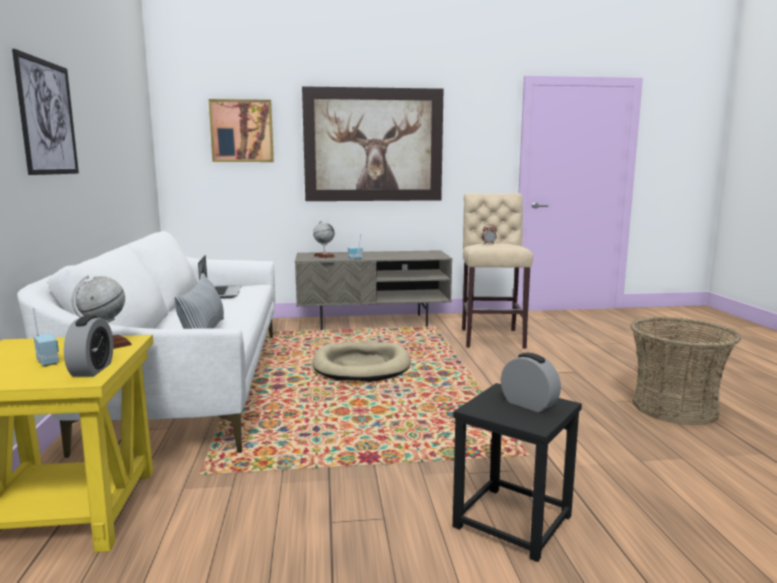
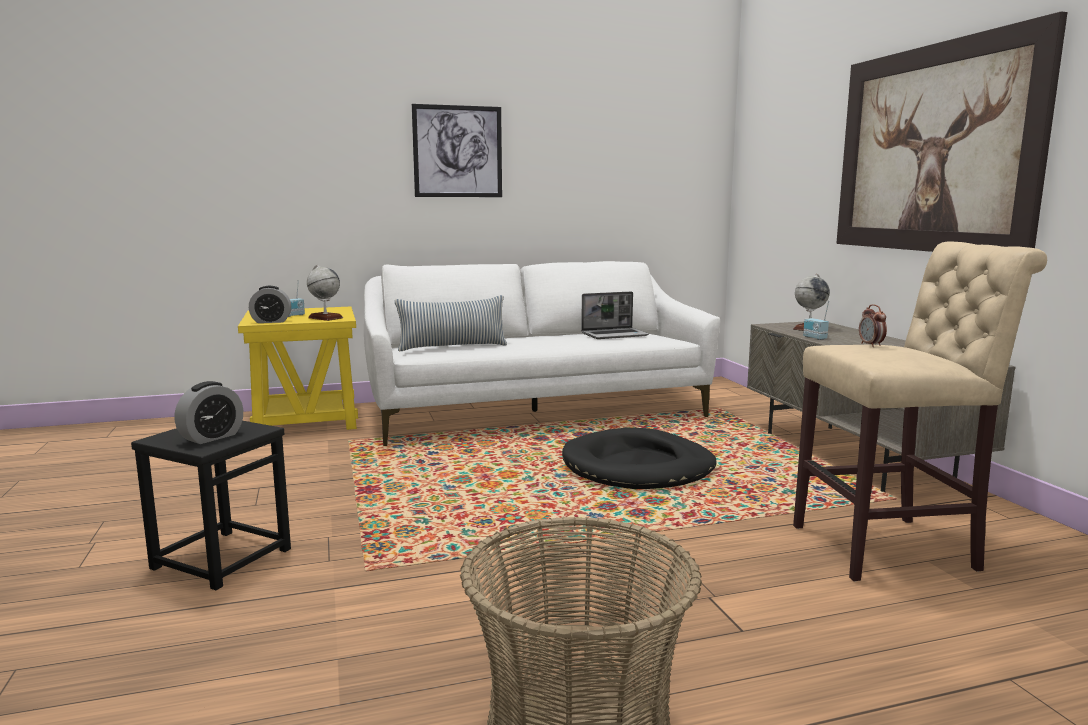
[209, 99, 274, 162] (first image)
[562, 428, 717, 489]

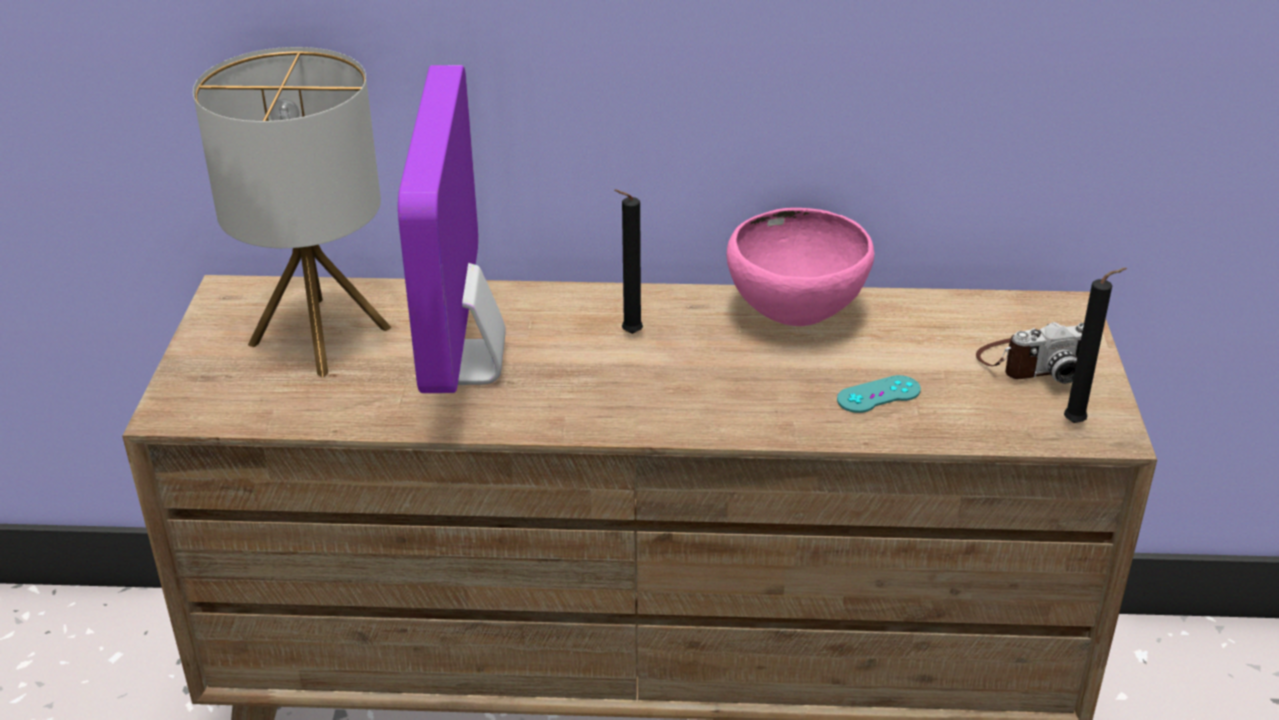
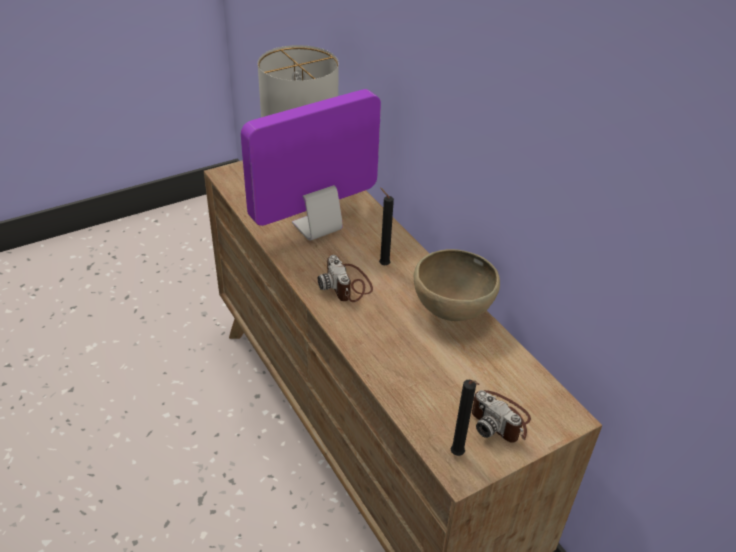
[414, 249, 500, 321]
[837, 375, 921, 413] (first image)
[318, 255, 373, 302]

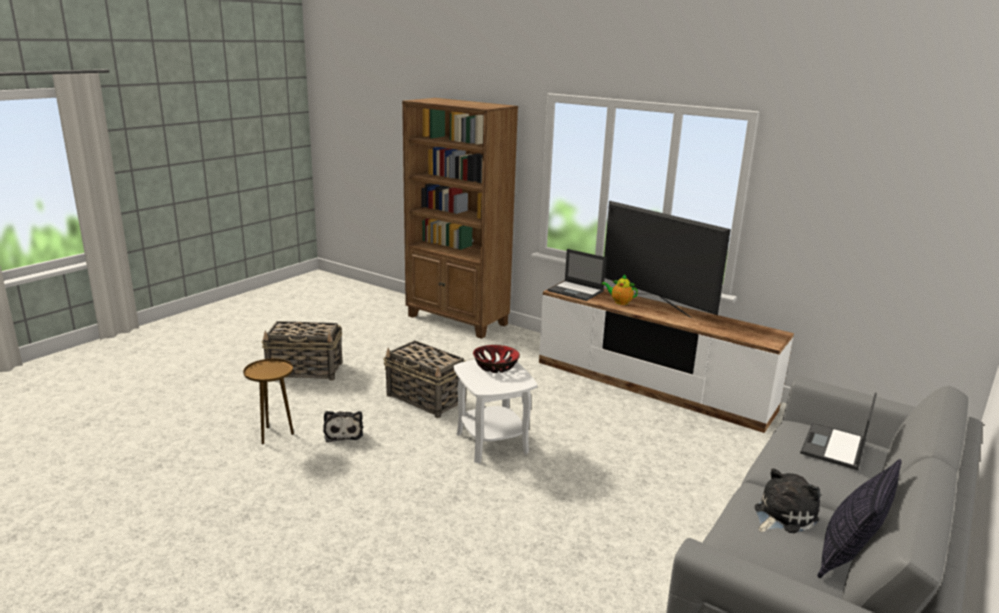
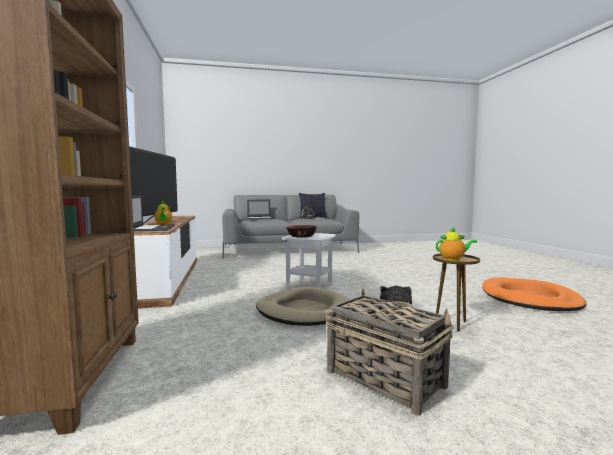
[256, 287, 350, 326]
[436, 227, 477, 261]
[482, 277, 586, 311]

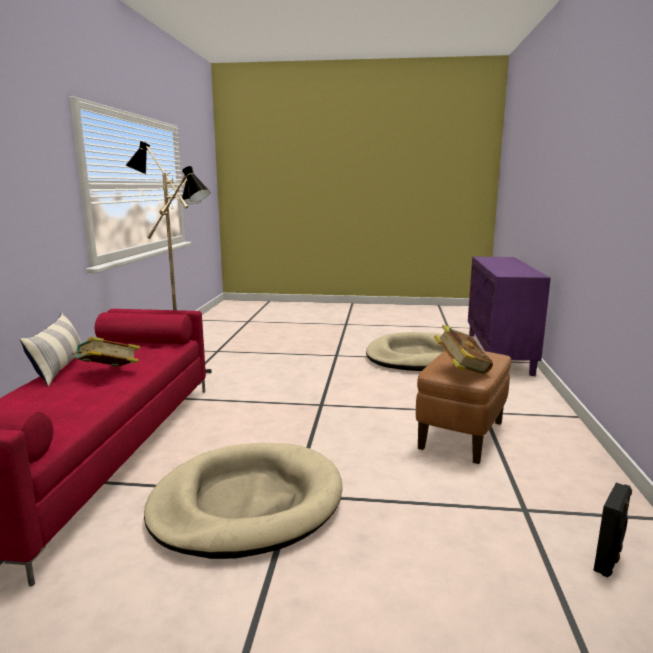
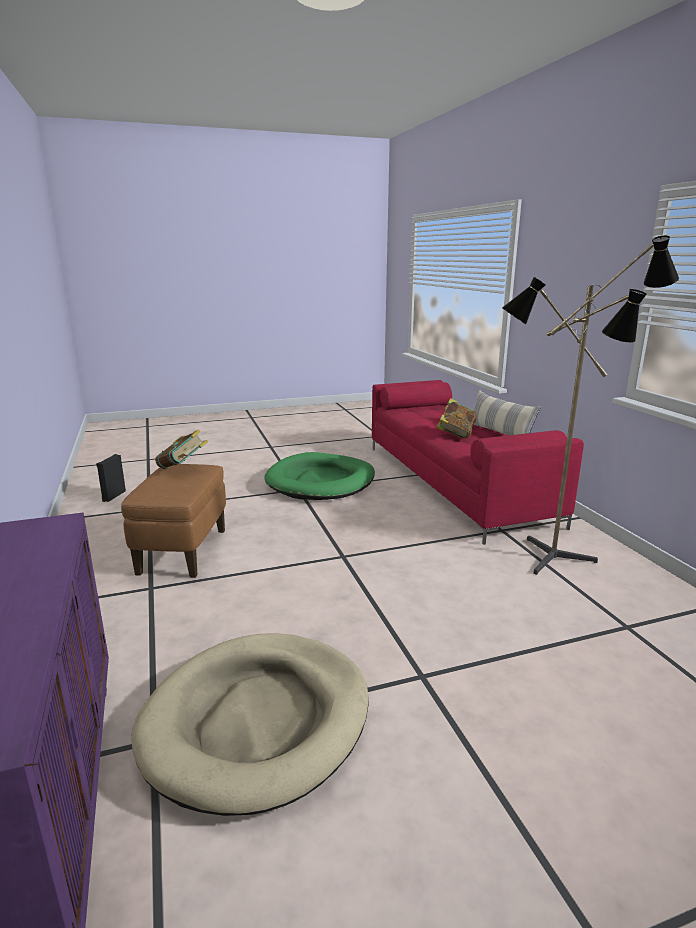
[265, 452, 375, 500]

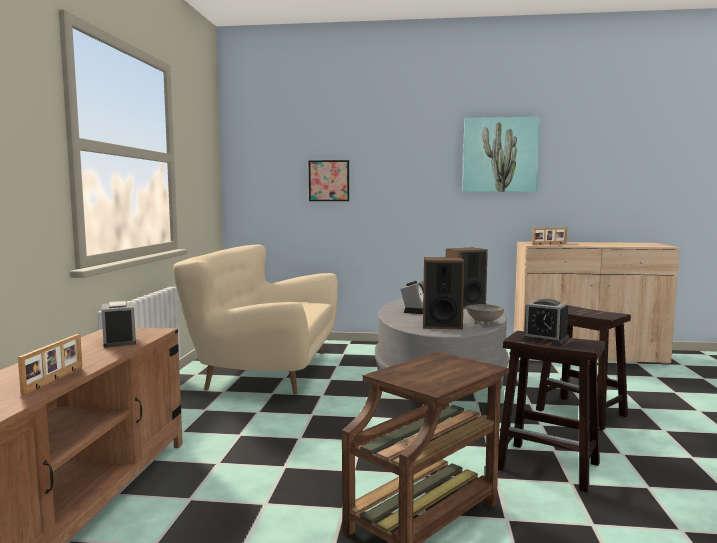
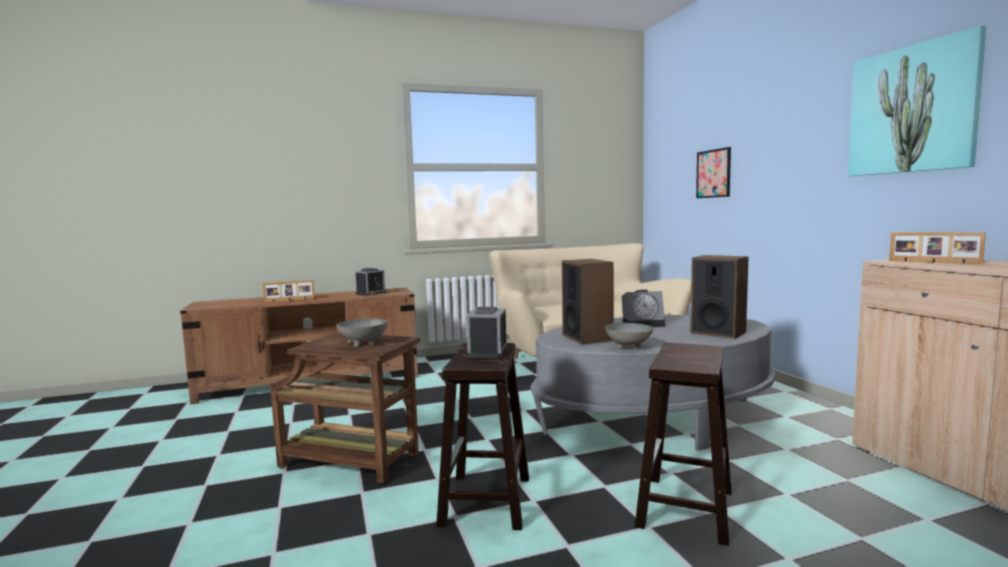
[336, 318, 388, 347]

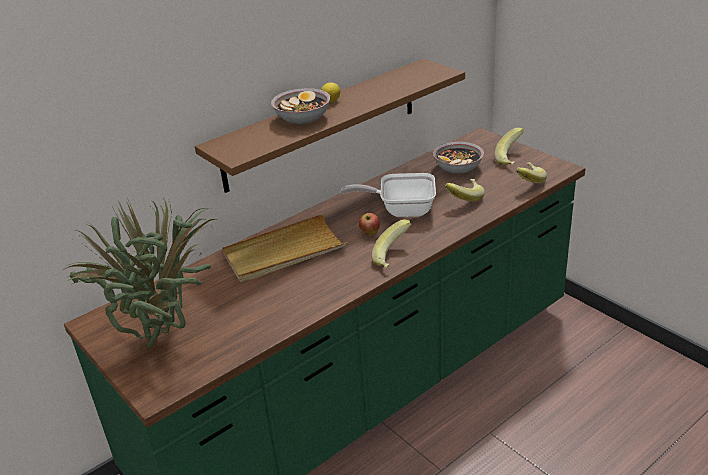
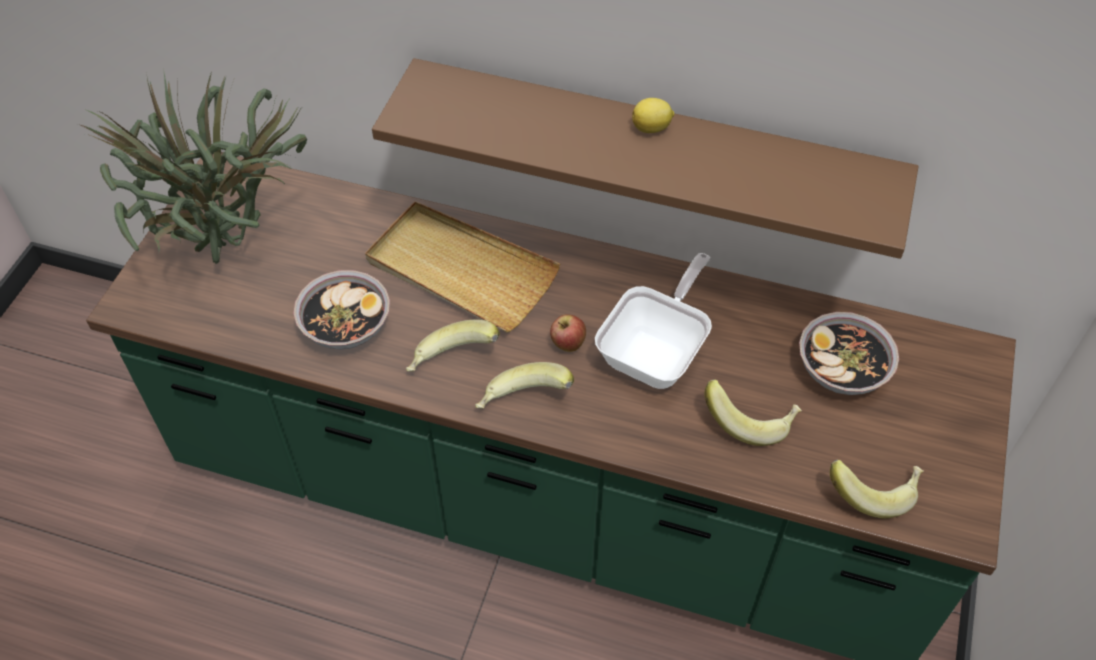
[293, 270, 390, 350]
[595, 253, 712, 389]
[406, 320, 500, 372]

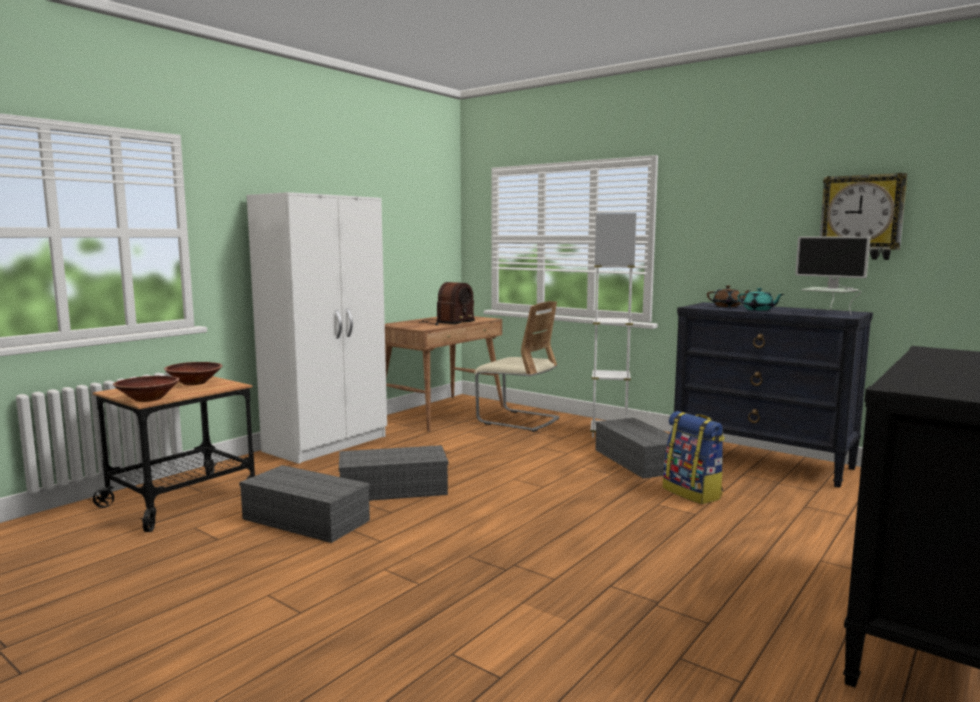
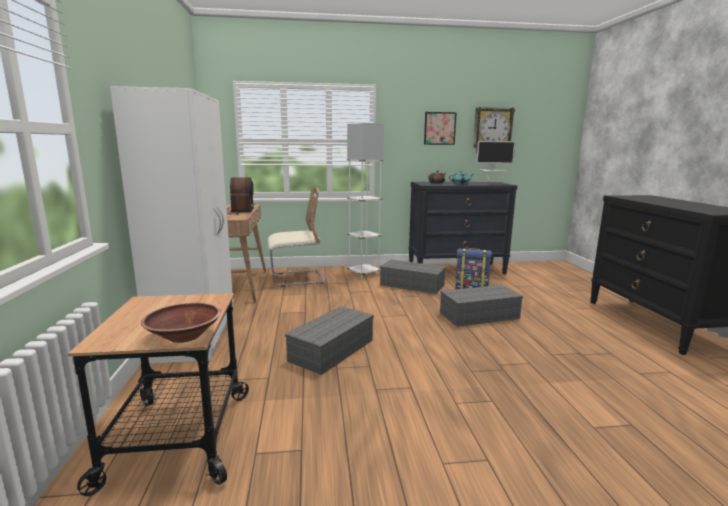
[164, 362, 223, 385] (first image)
[440, 285, 523, 327]
[424, 112, 457, 145]

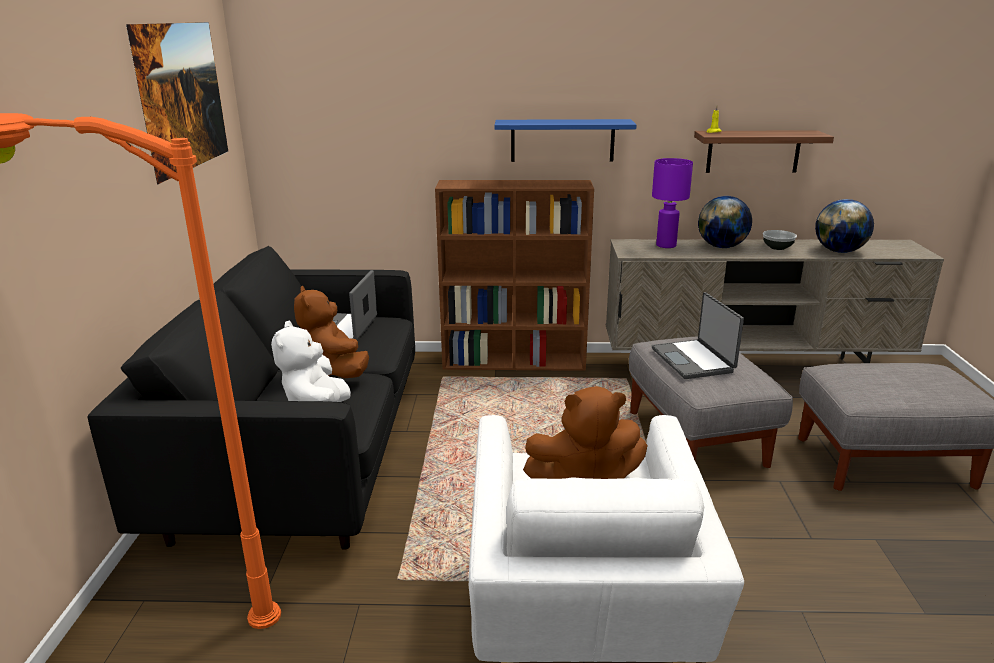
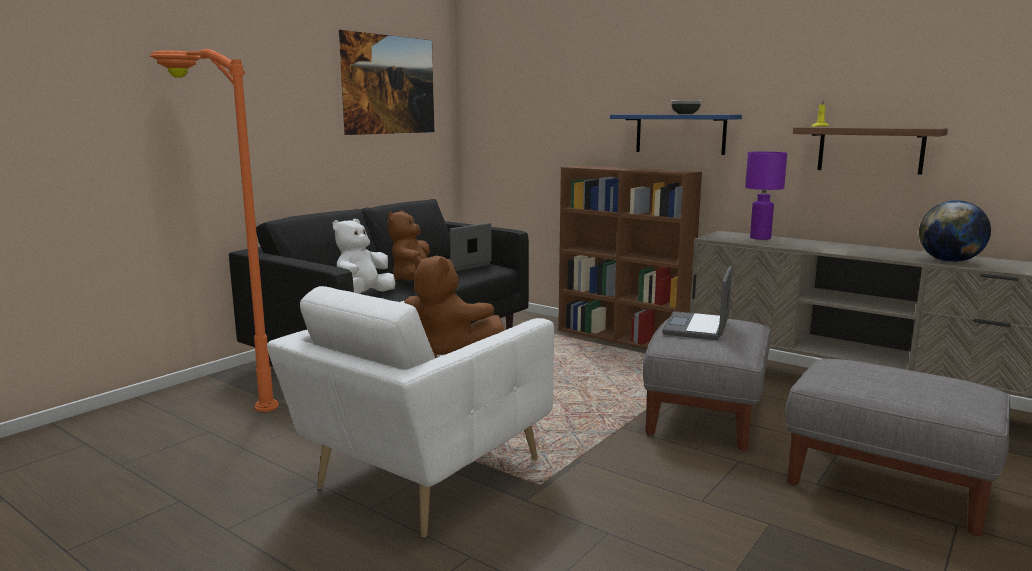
[698, 196, 752, 248] (first image)
[671, 100, 702, 114]

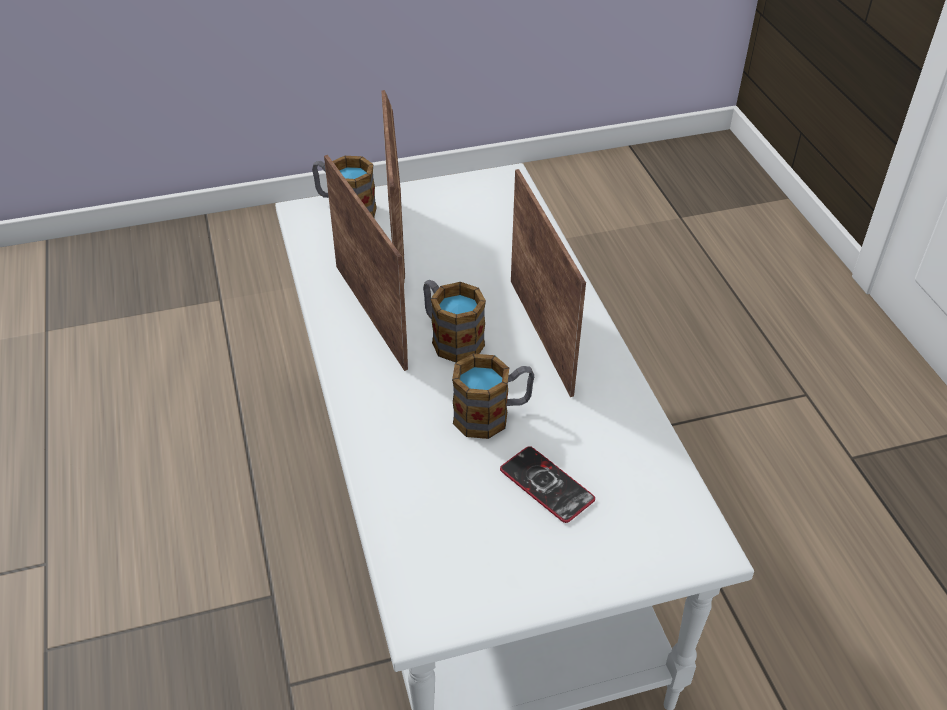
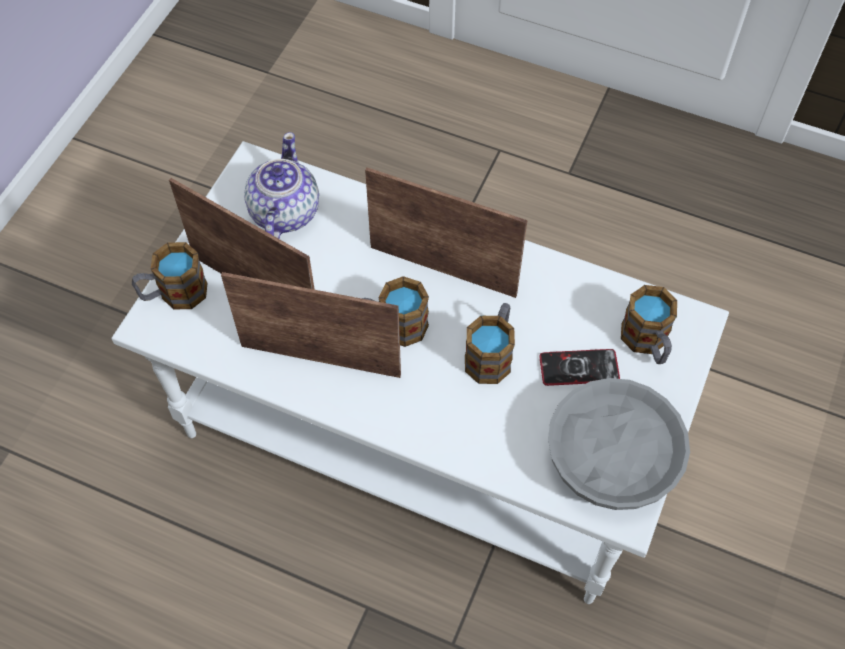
[244, 132, 319, 239]
[548, 378, 690, 510]
[621, 285, 677, 364]

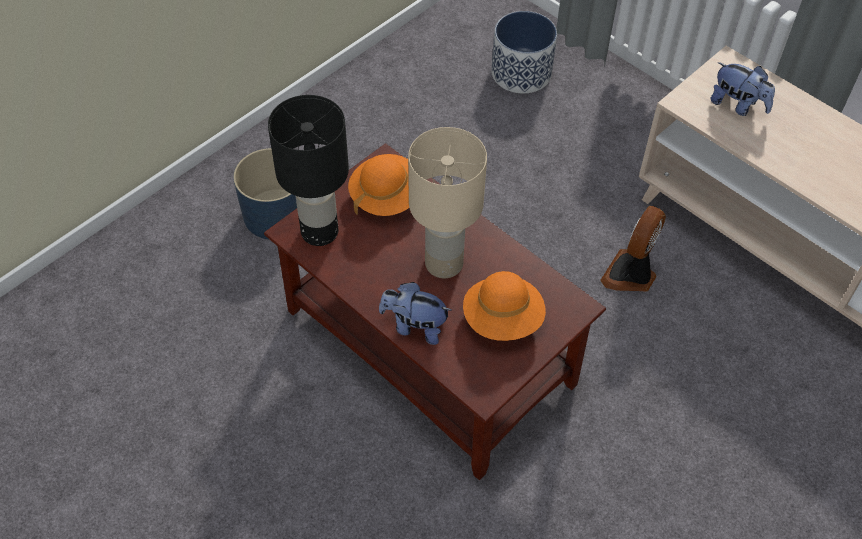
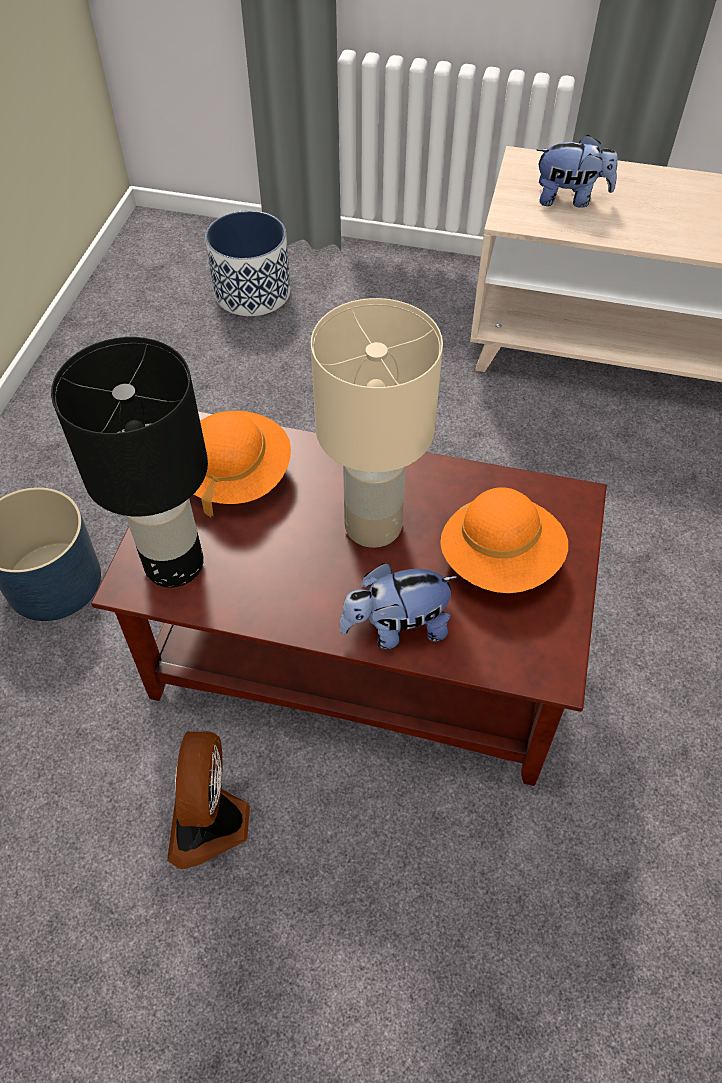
[167, 731, 250, 869]

